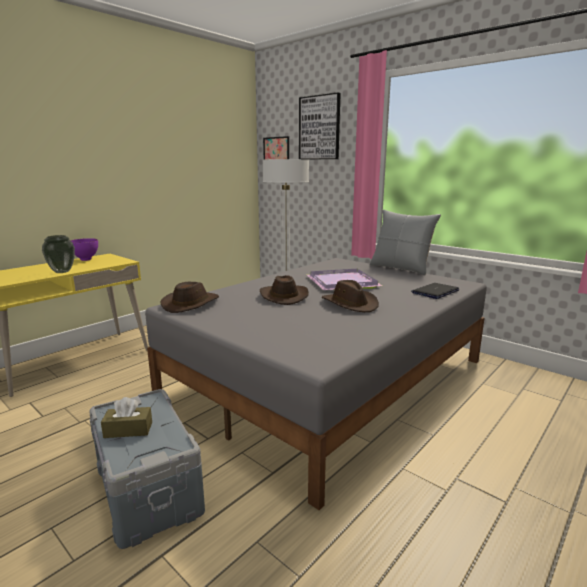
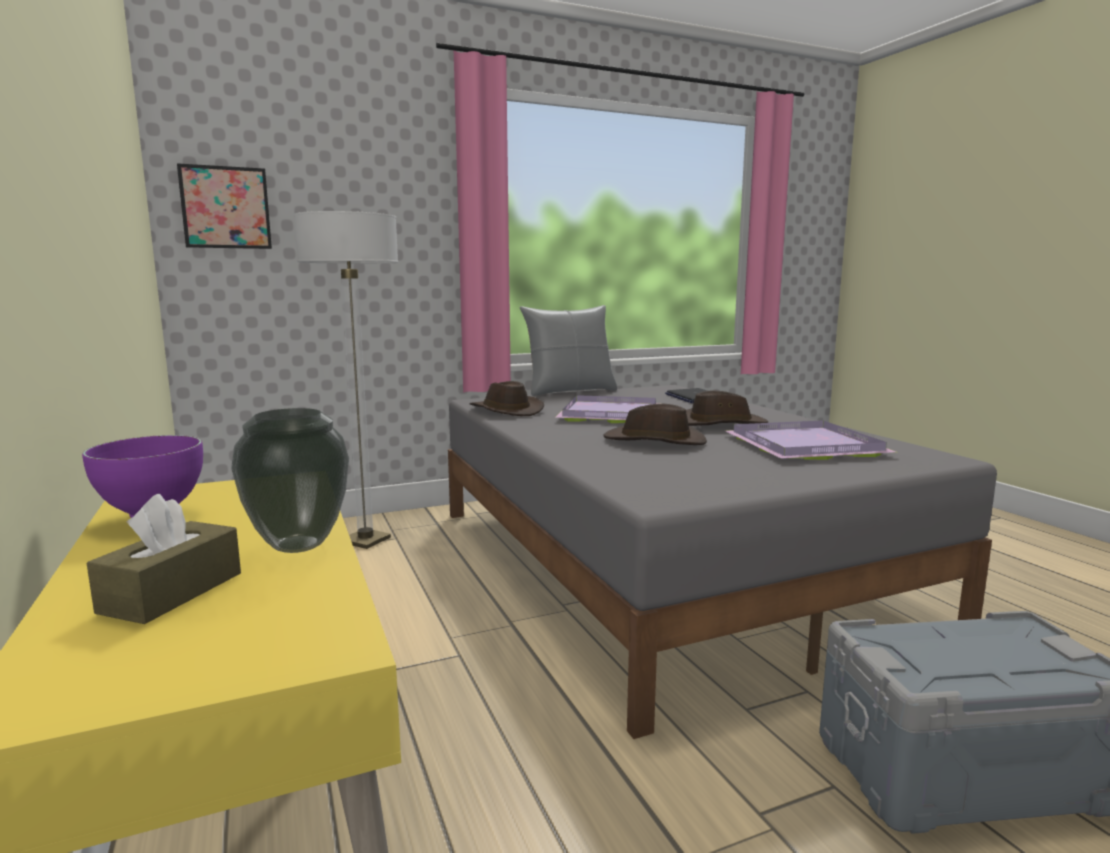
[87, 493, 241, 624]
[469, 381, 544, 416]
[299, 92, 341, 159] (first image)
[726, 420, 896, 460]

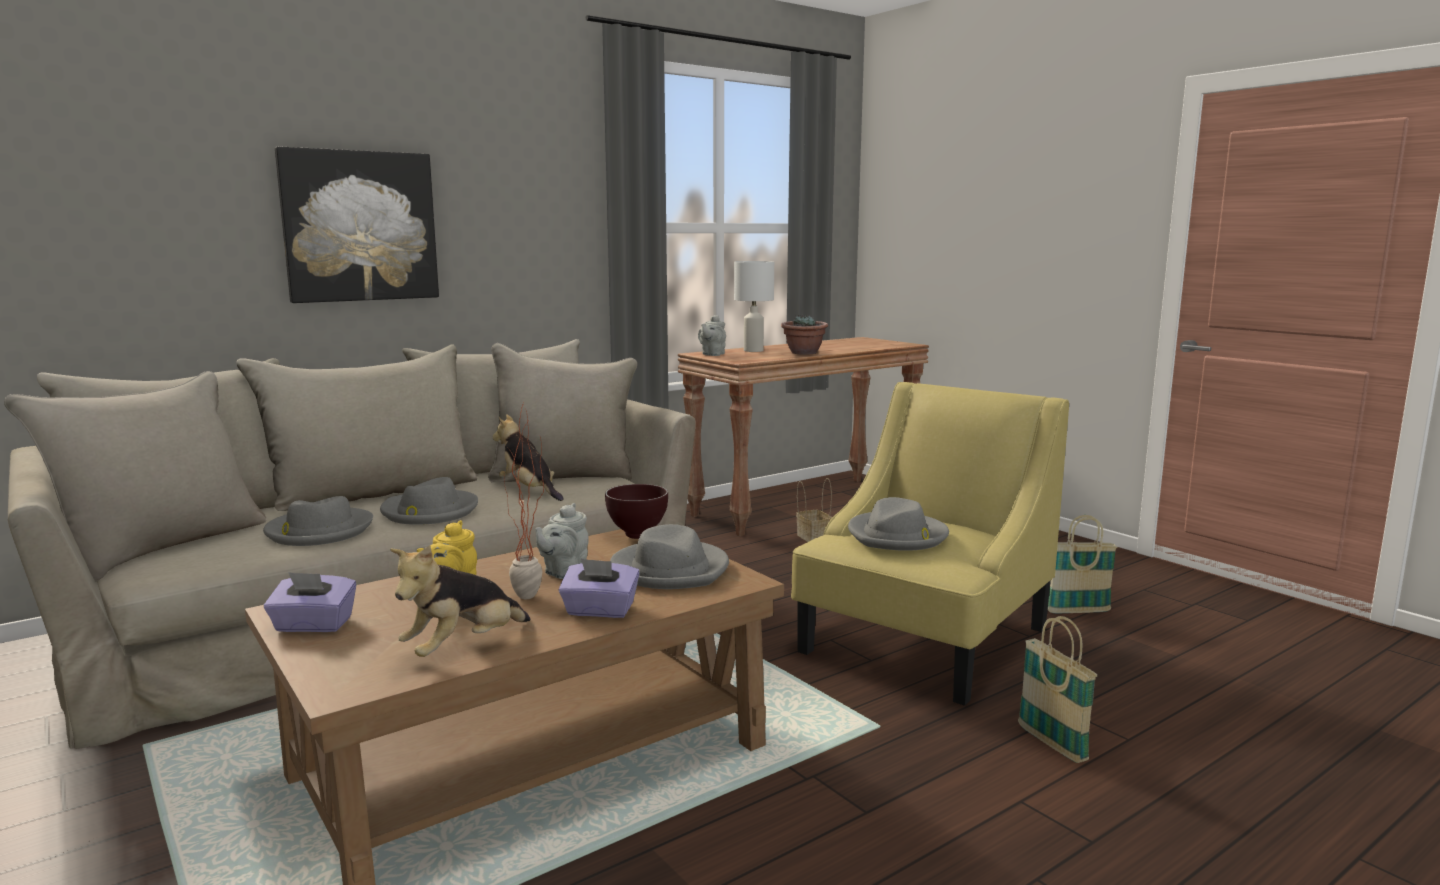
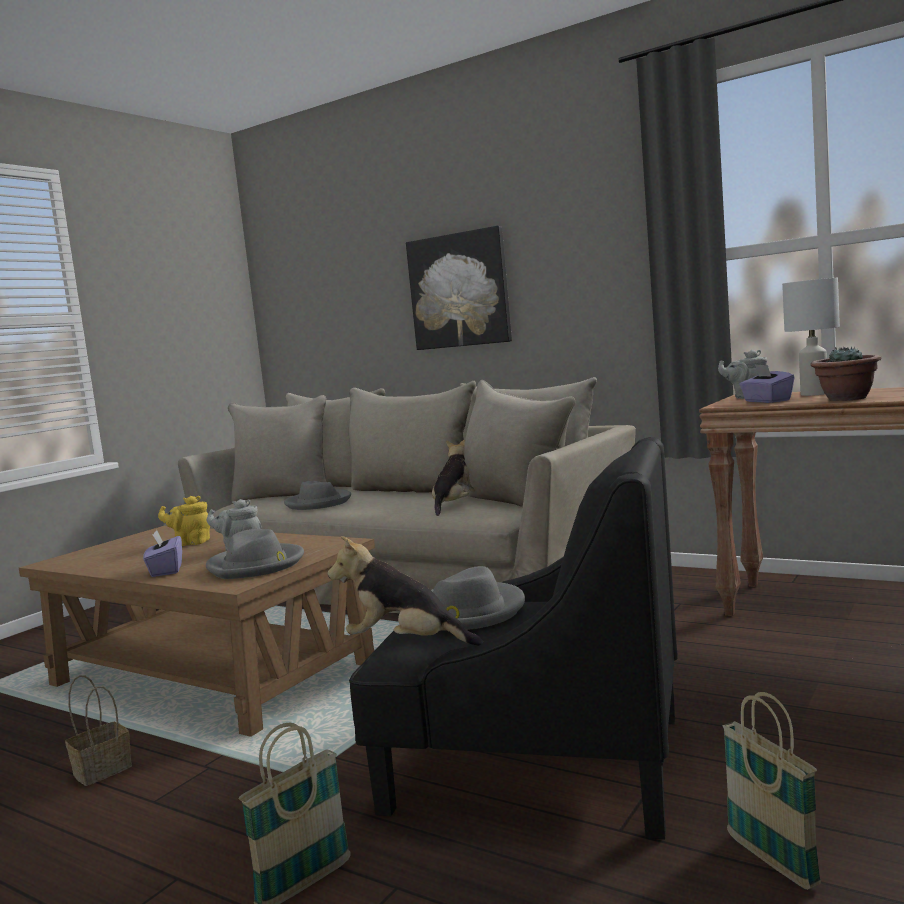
[739, 365, 795, 403]
[380, 477, 478, 525] (first image)
[328, 536, 484, 646]
[504, 401, 544, 599] (first image)
[605, 484, 668, 539] (first image)
[349, 437, 678, 840]
[65, 675, 132, 786]

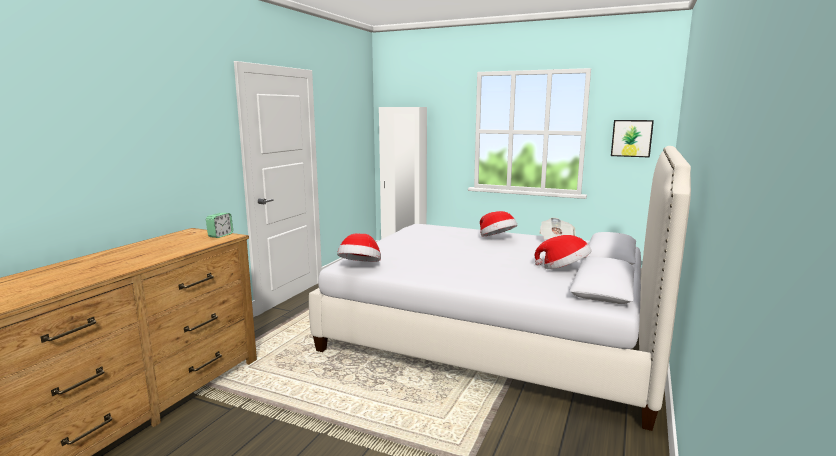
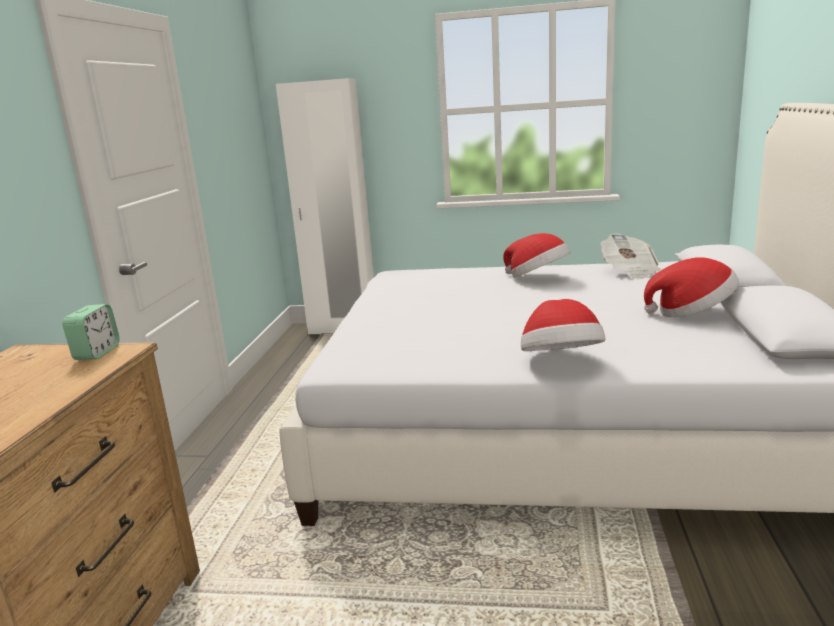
[521, 299, 606, 351]
[611, 120, 654, 158] (first image)

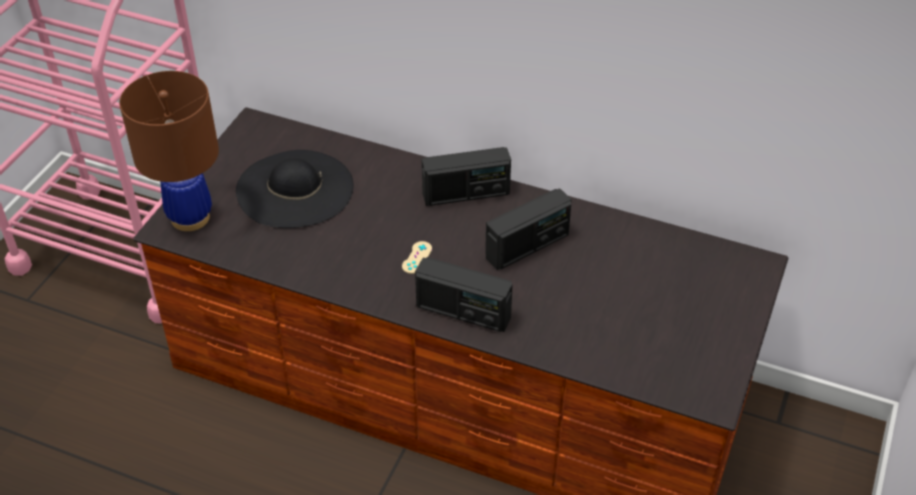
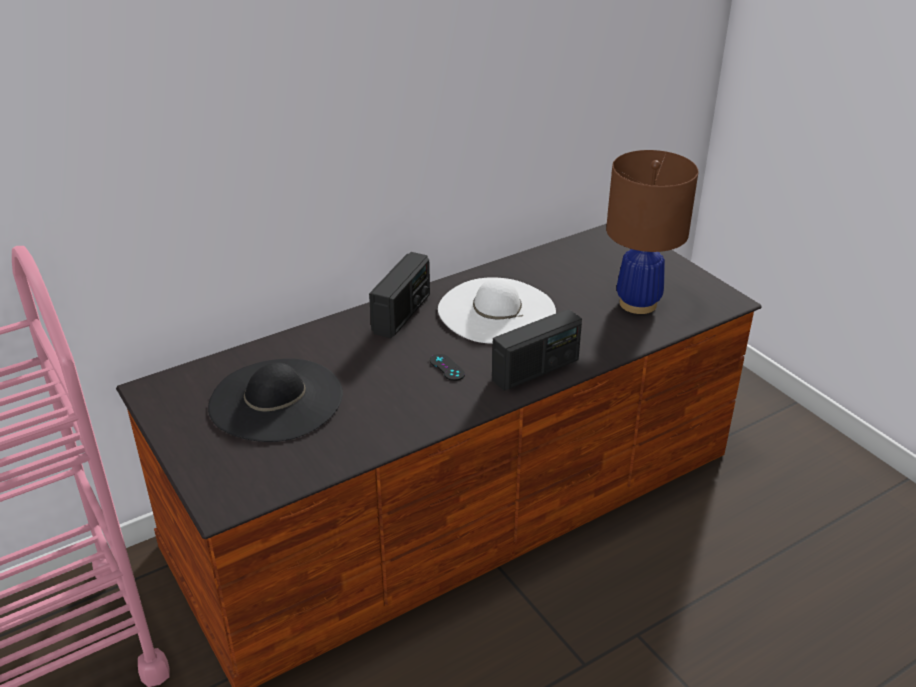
[606, 150, 699, 314]
[430, 354, 465, 381]
[438, 278, 556, 344]

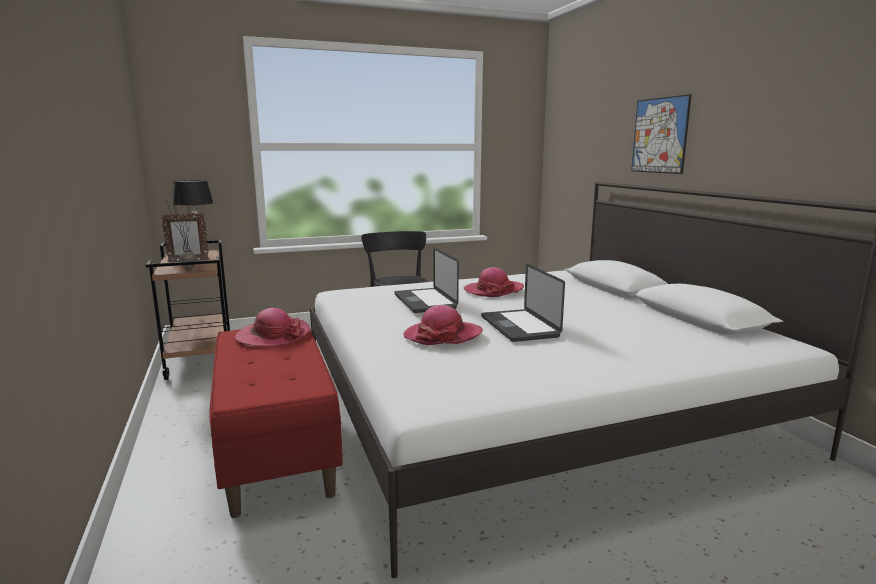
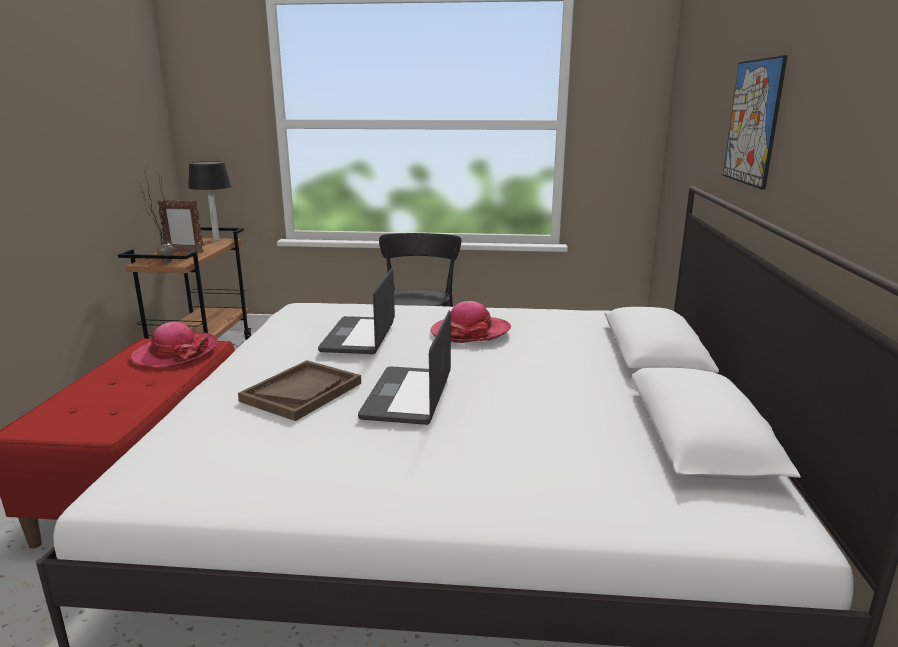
[238, 360, 361, 421]

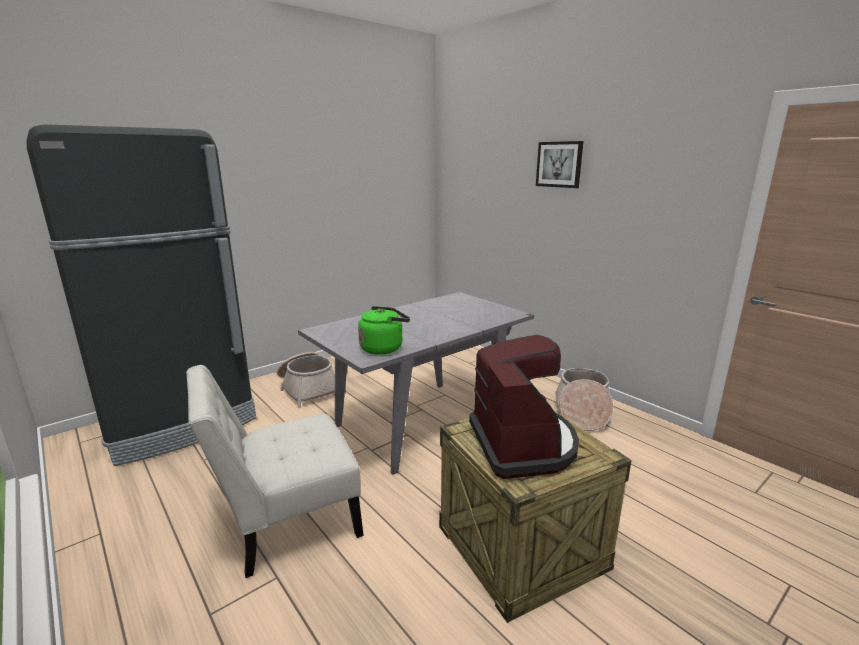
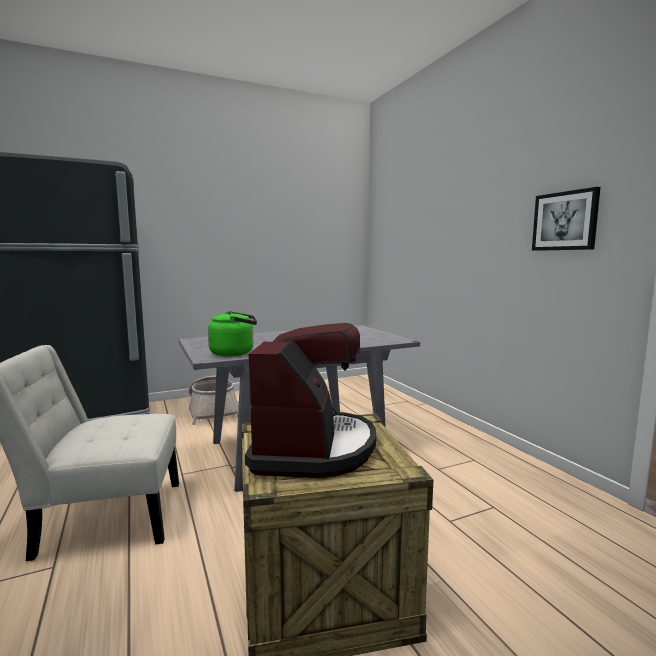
[532, 187, 600, 251]
[555, 368, 613, 431] (first image)

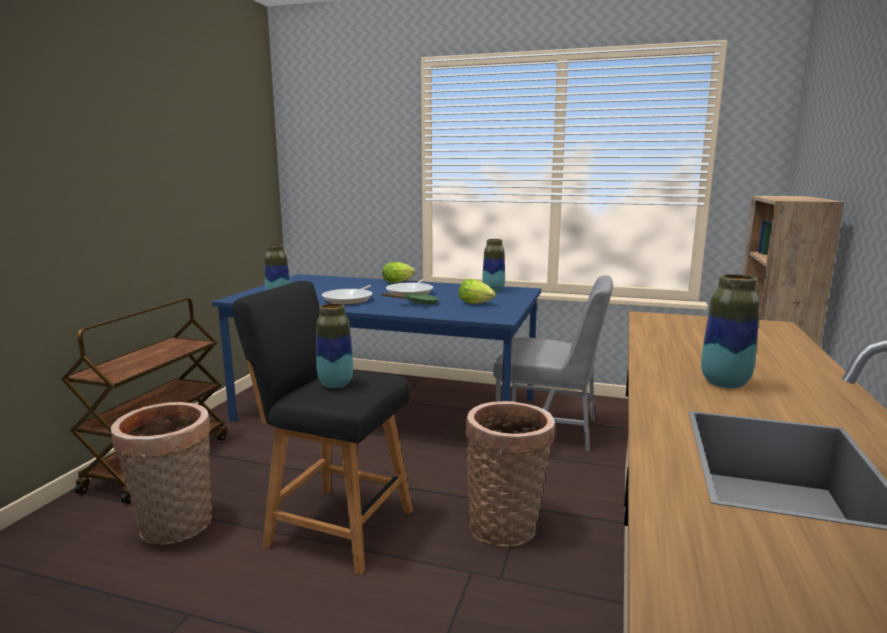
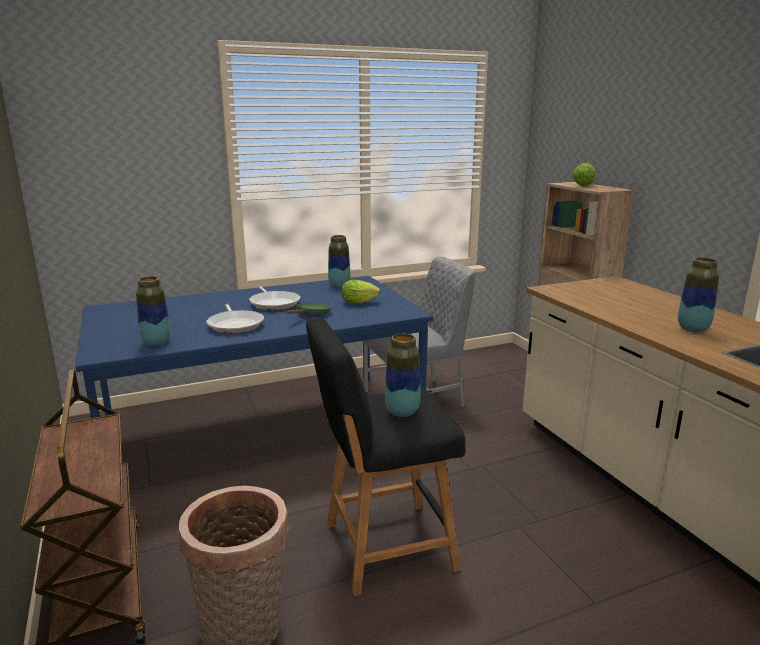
[572, 163, 595, 186]
[465, 401, 555, 548] (first image)

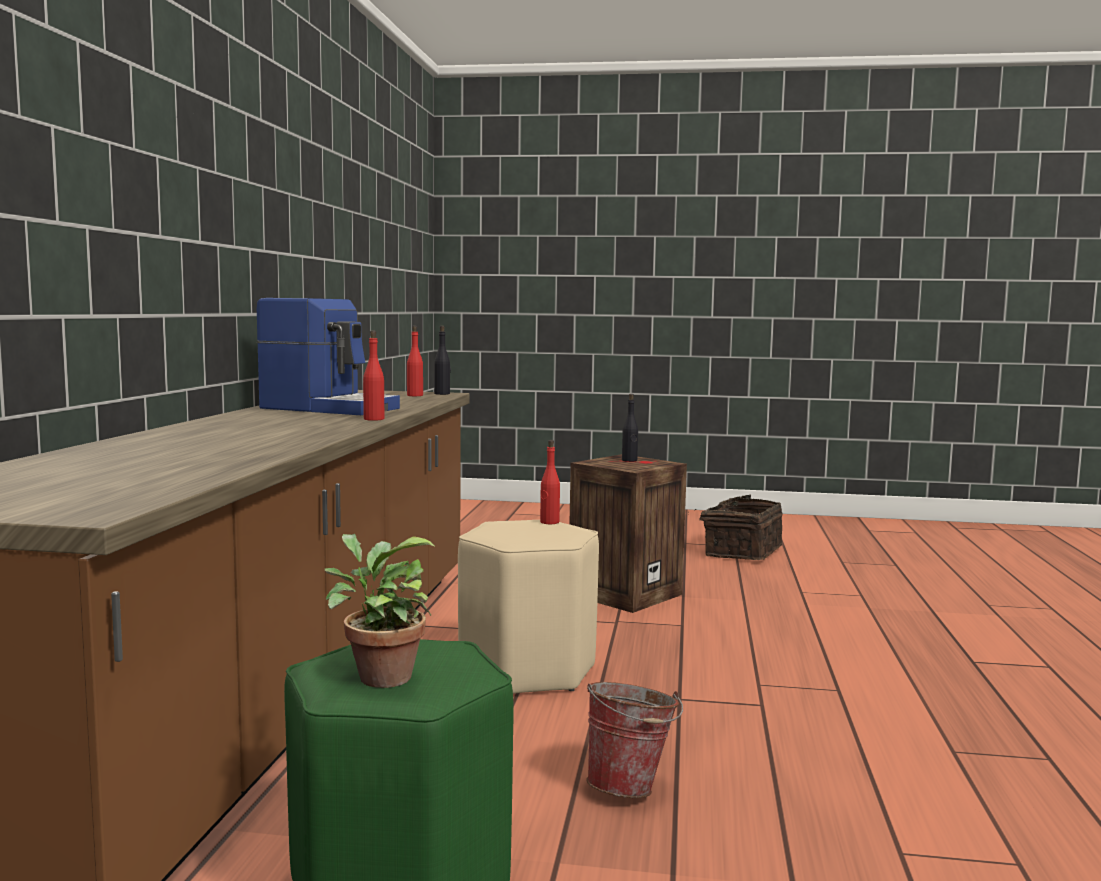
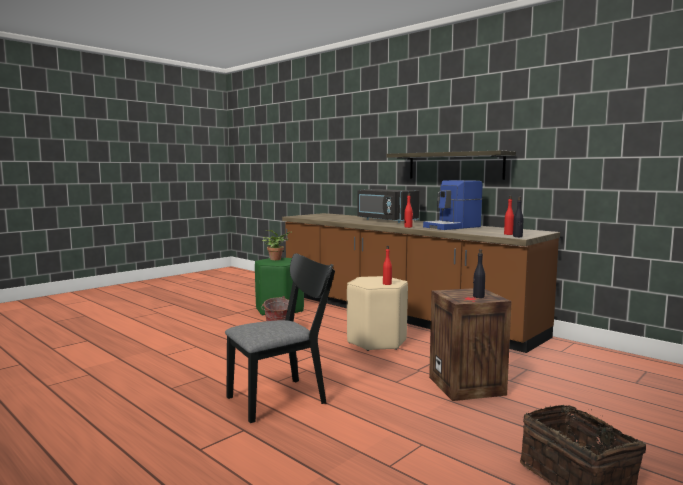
[225, 253, 335, 423]
[357, 189, 419, 223]
[386, 150, 516, 180]

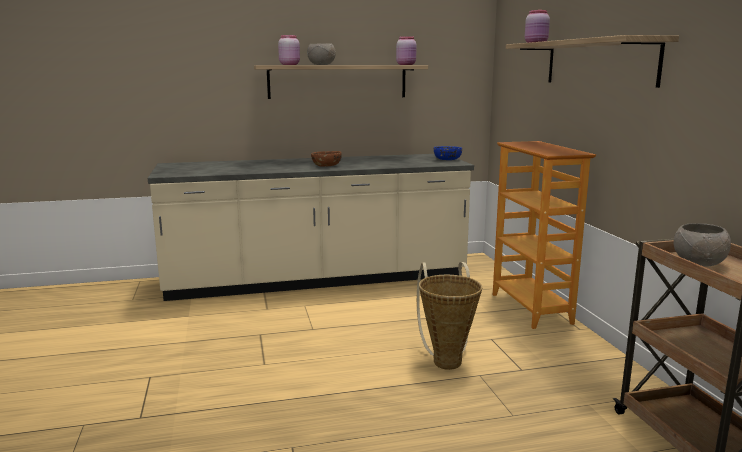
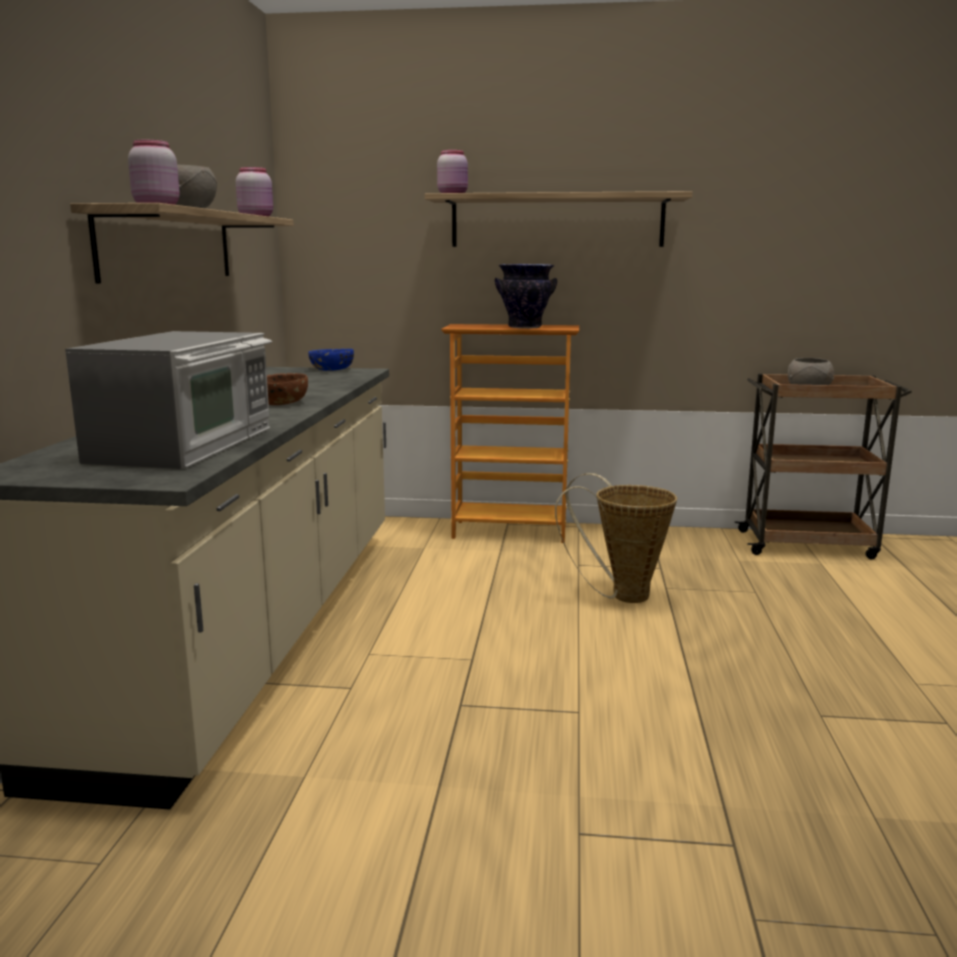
[65, 331, 272, 469]
[495, 264, 557, 329]

